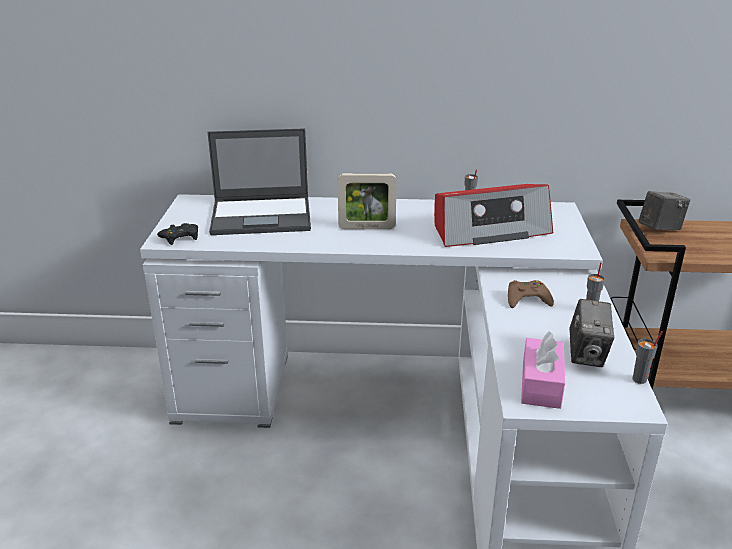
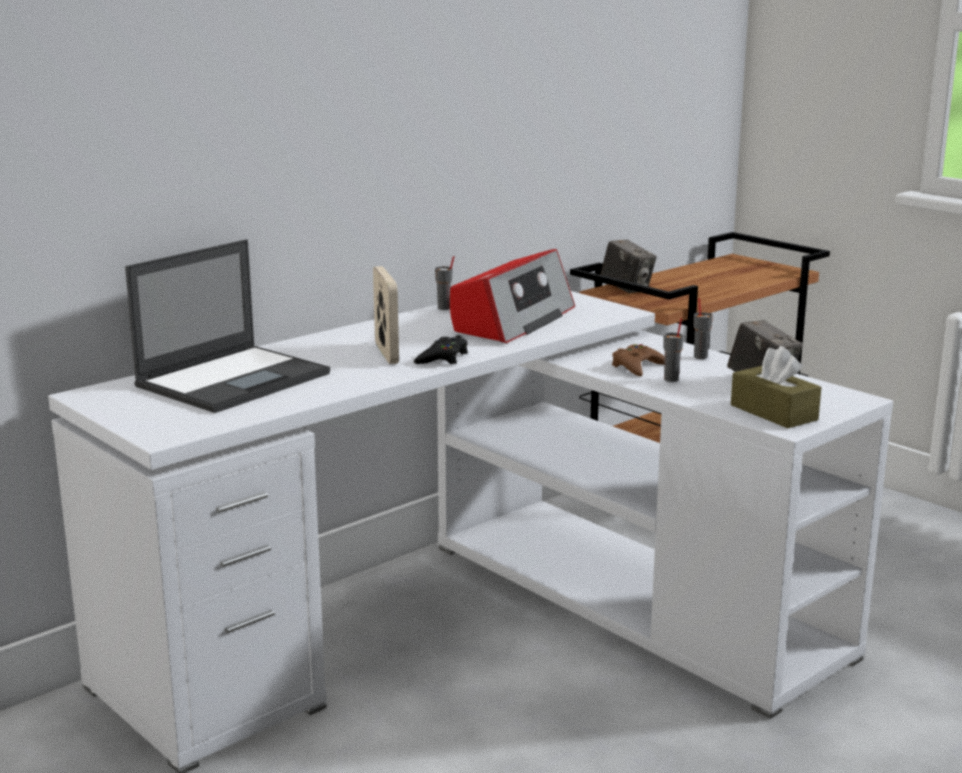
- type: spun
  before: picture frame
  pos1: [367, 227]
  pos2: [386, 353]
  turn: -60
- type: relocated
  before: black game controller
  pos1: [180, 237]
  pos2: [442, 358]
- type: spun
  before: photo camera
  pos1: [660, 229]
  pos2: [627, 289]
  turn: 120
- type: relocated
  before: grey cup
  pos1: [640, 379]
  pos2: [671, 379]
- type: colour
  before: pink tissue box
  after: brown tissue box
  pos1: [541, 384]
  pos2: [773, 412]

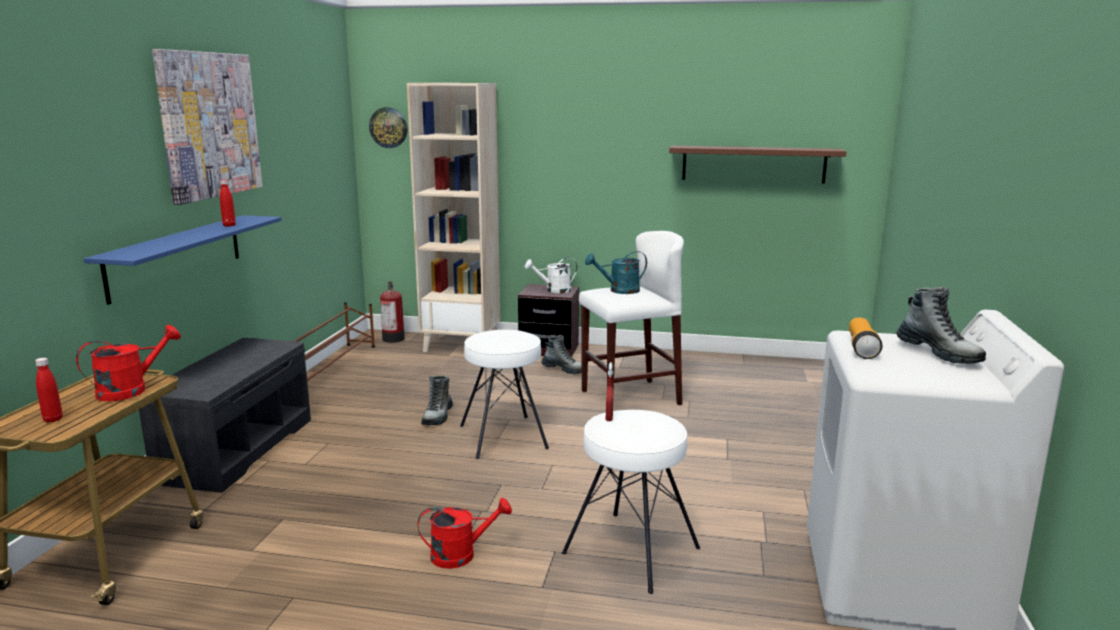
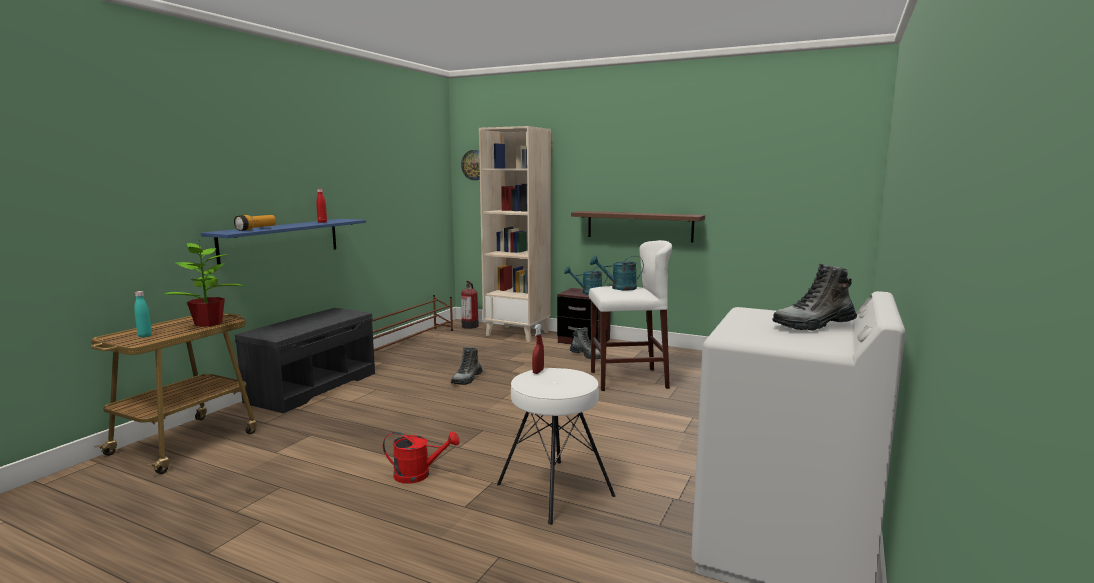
- type: colour
  before: red bottle
  after: turquoise bottle
  pos1: [53, 419]
  pos2: [145, 336]
- type: exchanged
  before: red watering can
  after: potted plant
  pos1: [131, 390]
  pos2: [208, 324]
- type: relocated
  before: flashlight
  pos1: [861, 348]
  pos2: [256, 229]
- type: colour
  before: white watering can
  after: turquoise watering can
  pos1: [554, 290]
  pos2: [588, 292]
- type: relocated
  before: brown shelf
  pos1: [753, 164]
  pos2: [639, 226]
- type: spun
  before: boot
  pos1: [938, 353]
  pos2: [814, 325]
  turn: 90
- type: missing
  before: picture
  pos1: [209, 125]
- type: missing
  before: white stool
  pos1: [504, 436]

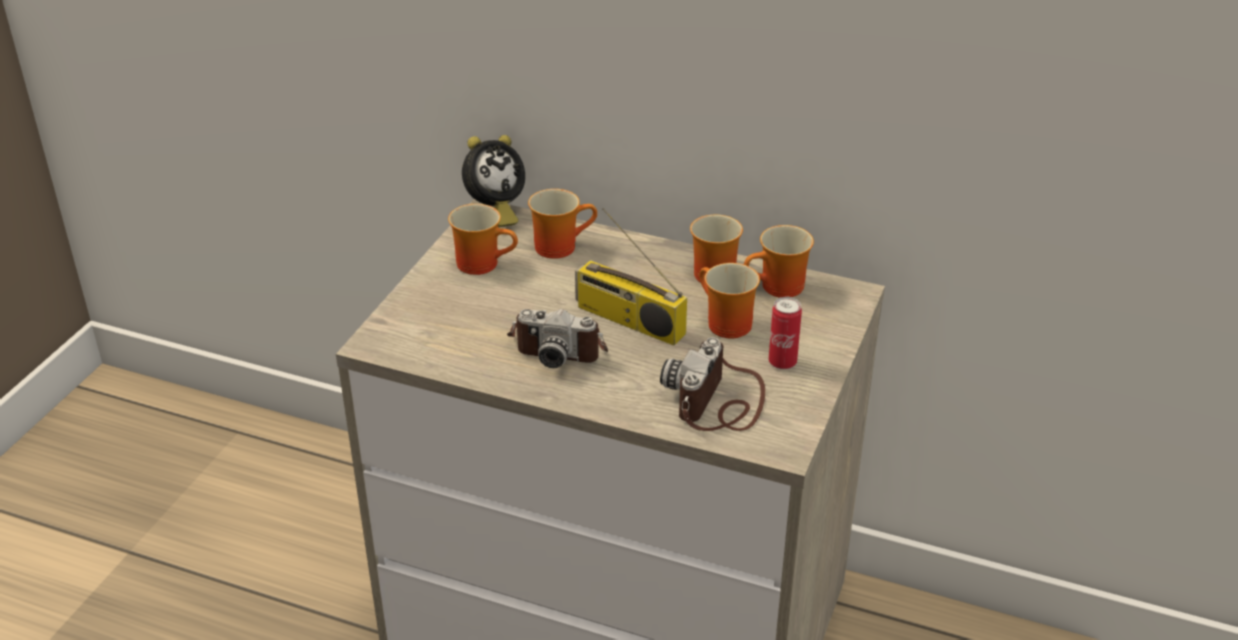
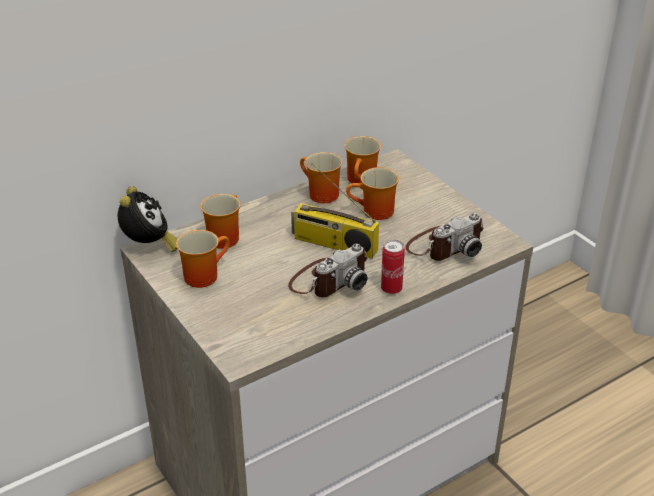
- type: spun
  before: radio
  pos1: [627, 320]
  pos2: [333, 244]
  turn: 45
- type: relocated
  before: can
  pos1: [782, 362]
  pos2: [391, 289]
- type: spun
  before: photo camera
  pos1: [719, 402]
  pos2: [444, 245]
  turn: -90

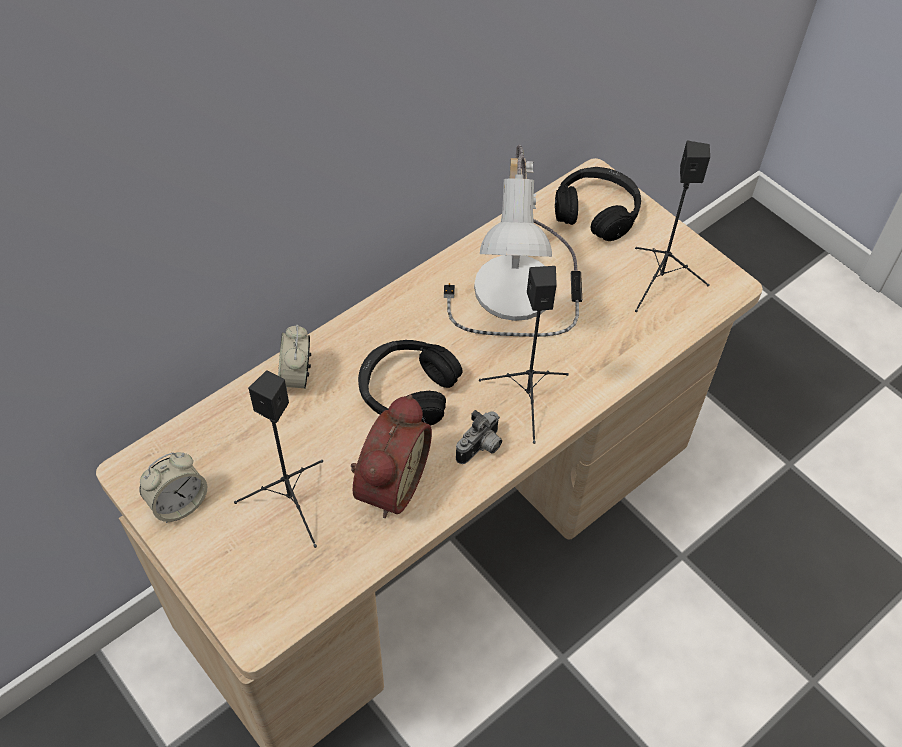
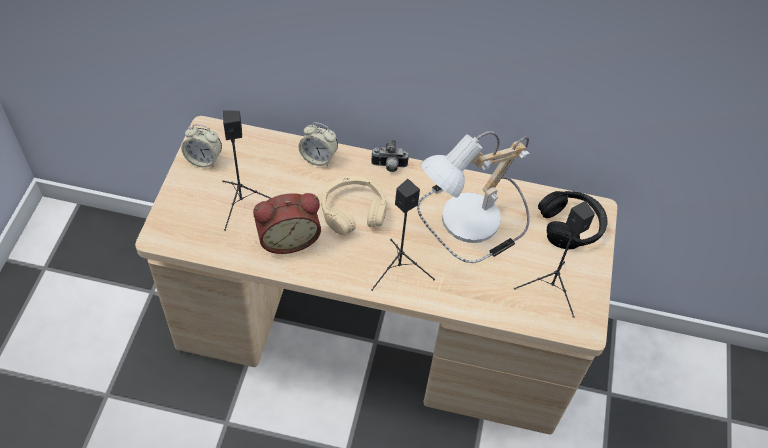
- type: spun
  before: alarm clock
  pos1: [296, 377]
  pos2: [318, 158]
  turn: -120
- type: colour
  before: black headphones
  after: beige headphones
  pos1: [407, 391]
  pos2: [353, 211]
- type: relocated
  before: photo camera
  pos1: [481, 448]
  pos2: [389, 166]

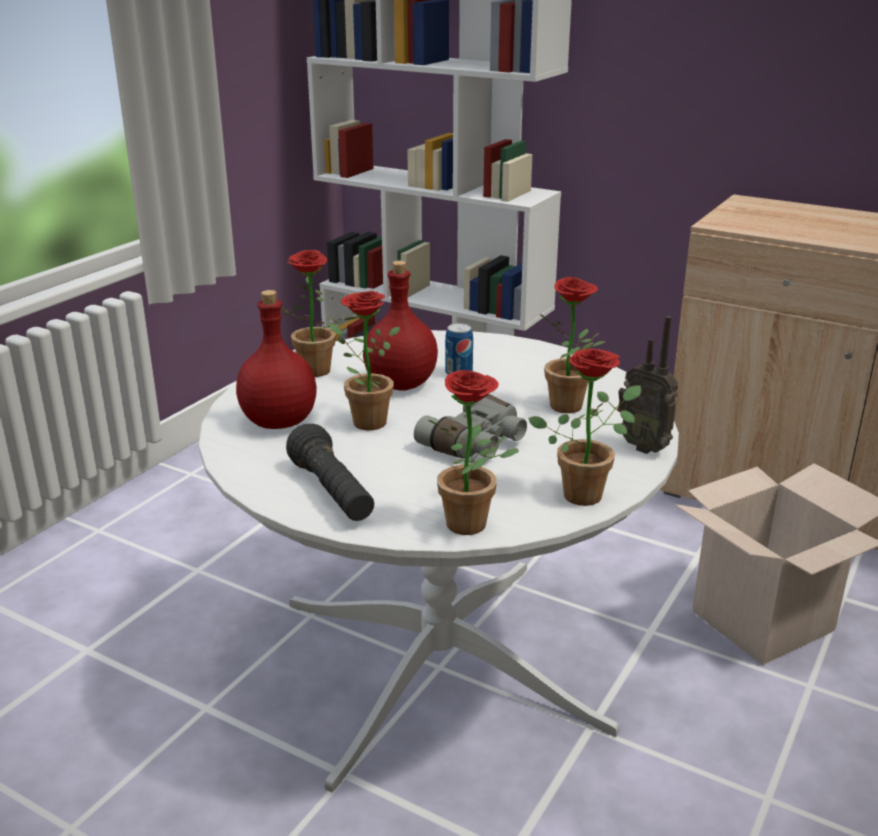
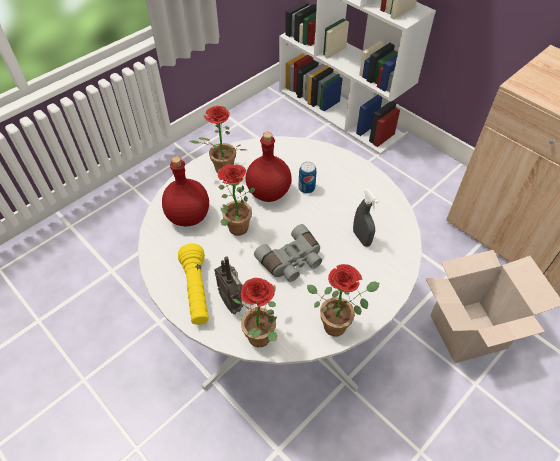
- type: colour
  before: black flashlight
  after: yellow flashlight
  pos1: [332, 493]
  pos2: [196, 291]
- type: relocated
  before: radio
  pos1: [644, 446]
  pos2: [233, 302]
- type: exchanged
  before: potted plant
  after: grey spray bottle
  pos1: [572, 408]
  pos2: [361, 238]

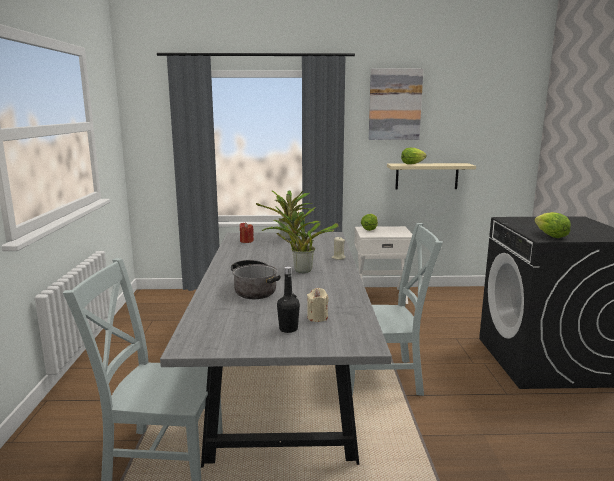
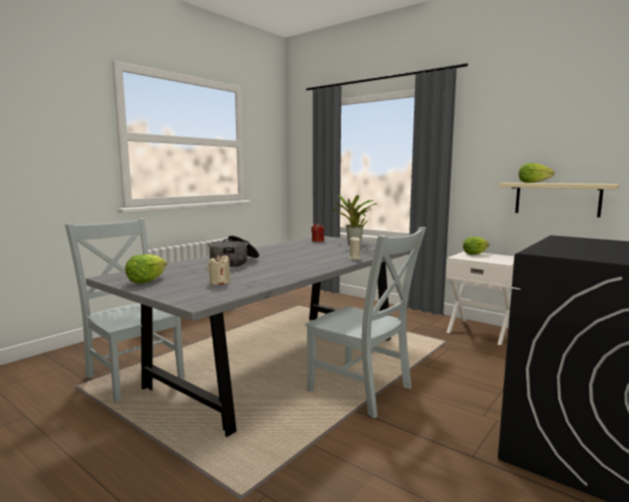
- type: relocated
  before: lettuce
  pos1: [550, 236]
  pos2: [146, 281]
- type: missing
  before: potted plant
  pos1: [300, 270]
- type: missing
  before: black bottle
  pos1: [288, 329]
- type: missing
  before: picture
  pos1: [395, 104]

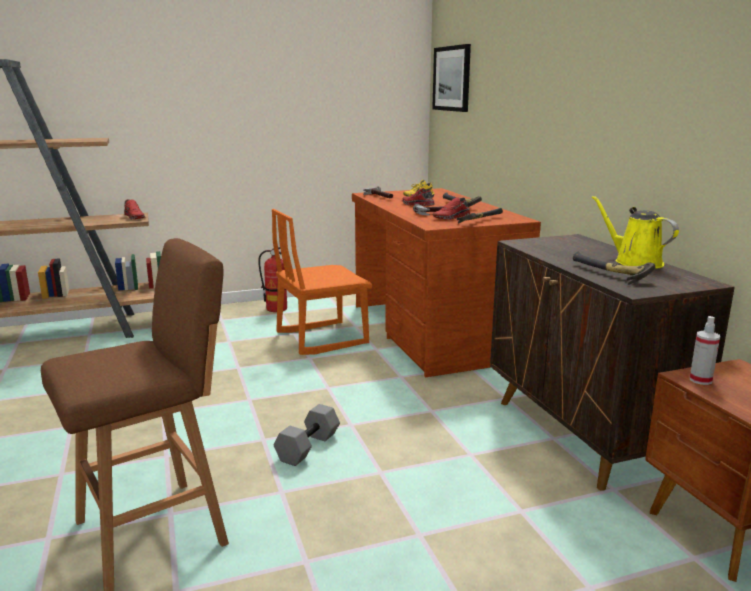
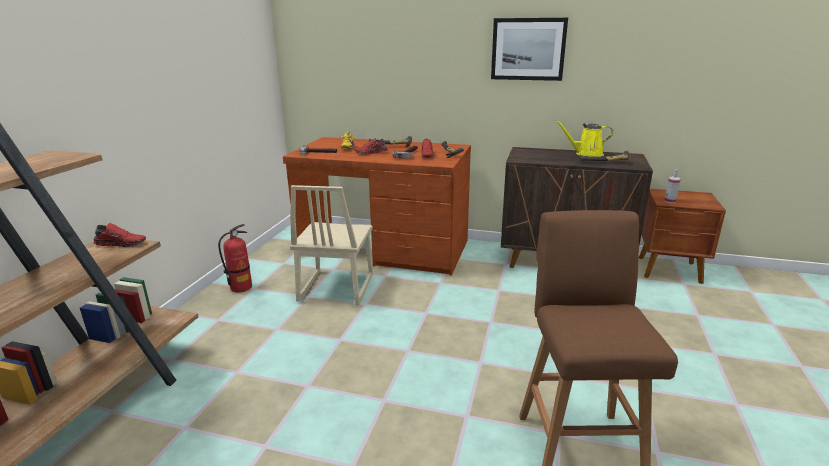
- type: colour
  before: orange chair
  after: beige chair
  pos1: [321, 338]
  pos2: [335, 288]
- type: relocated
  before: picture
  pos1: [452, 78]
  pos2: [528, 49]
- type: missing
  before: grey dumbbell
  pos1: [308, 448]

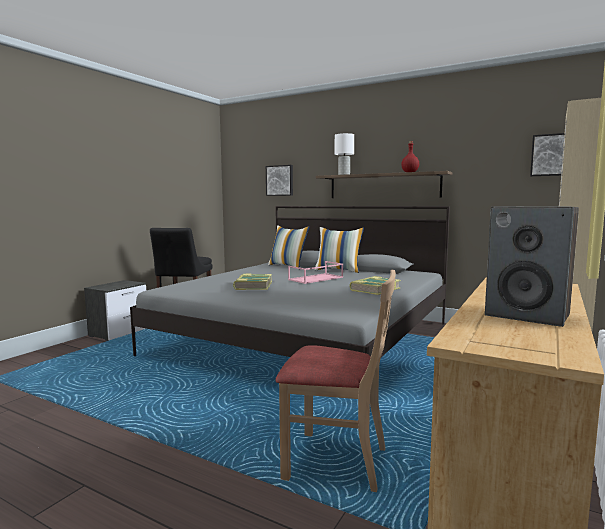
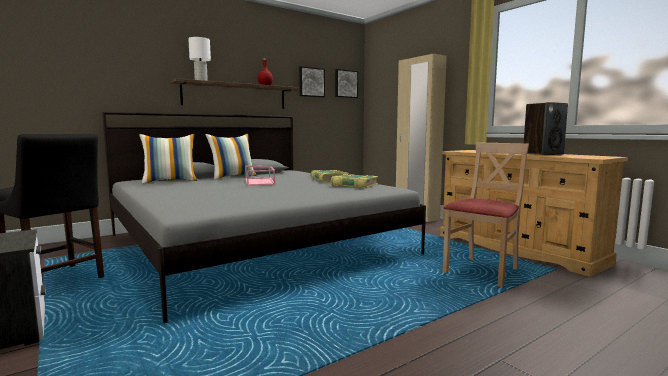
- type: relocated
  before: picture
  pos1: [280, 180]
  pos2: [311, 82]
- type: relocated
  before: book
  pos1: [253, 286]
  pos2: [354, 185]

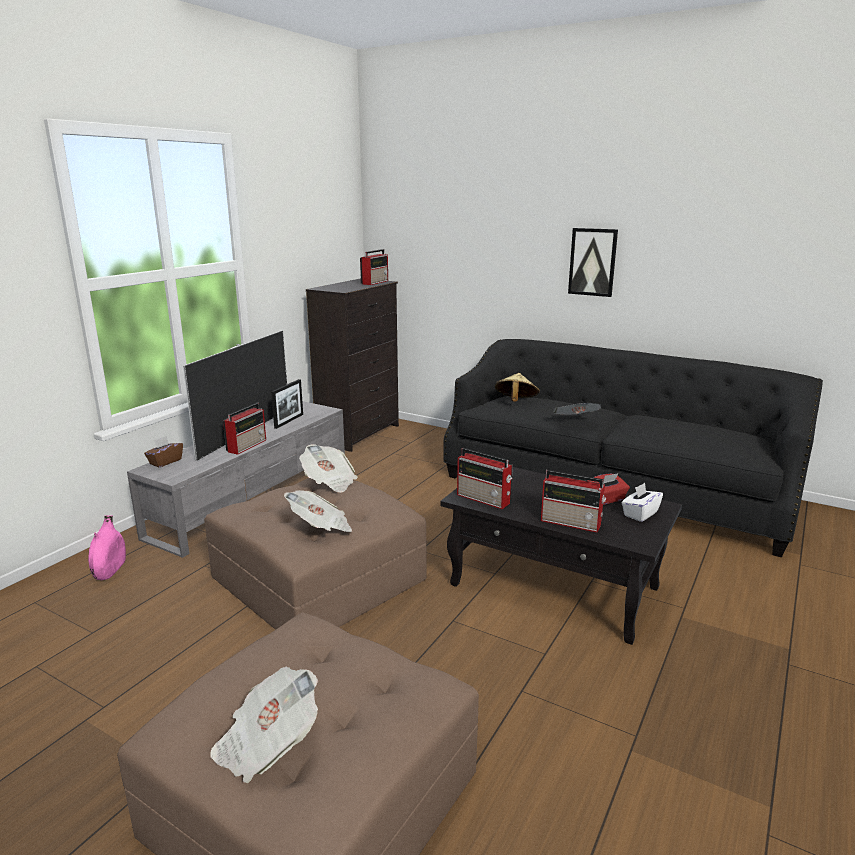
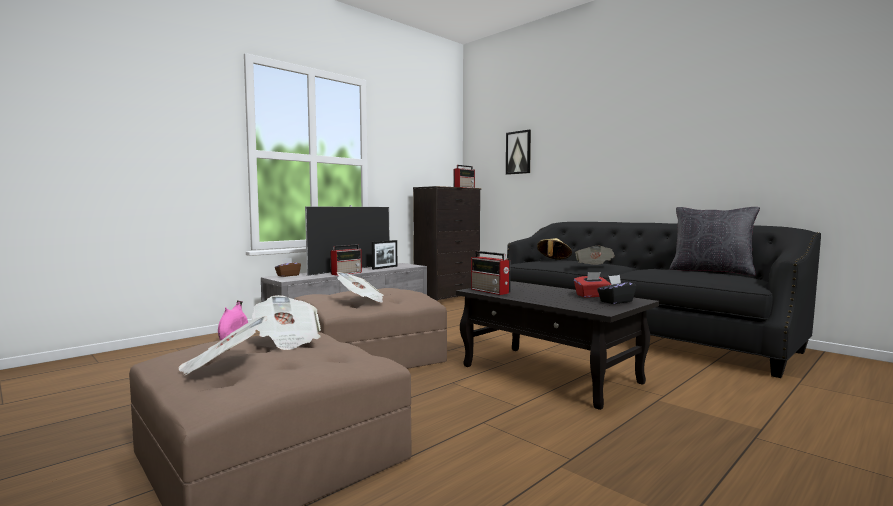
- type: relocated
  before: newspaper
  pos1: [329, 482]
  pos2: [287, 340]
- type: relocated
  before: picture
  pos1: [592, 262]
  pos2: [518, 152]
- type: colour
  before: white tissue box
  after: black tissue box
  pos1: [640, 514]
  pos2: [615, 301]
- type: appeared
  after: black pillow
  pos2: [711, 271]
- type: missing
  before: radio
  pos1: [572, 522]

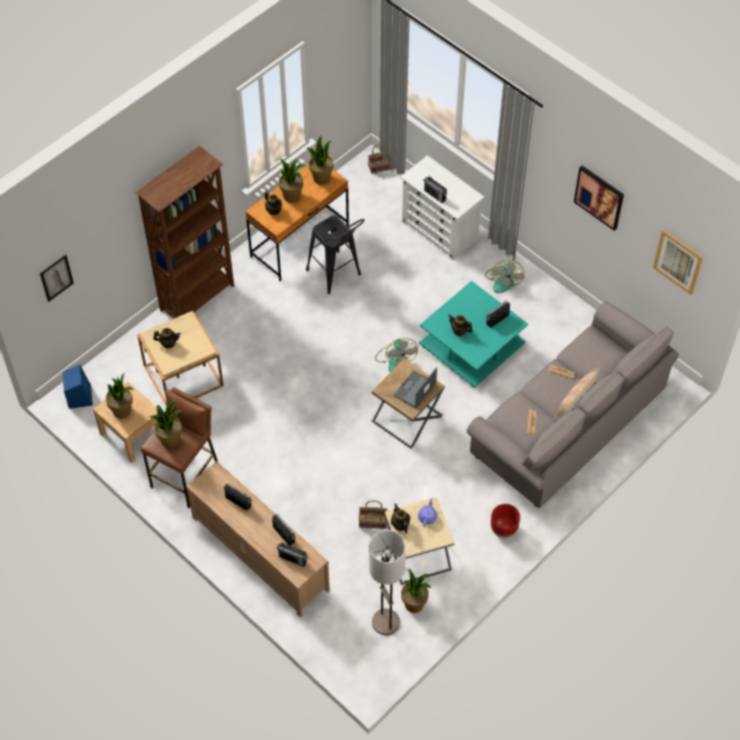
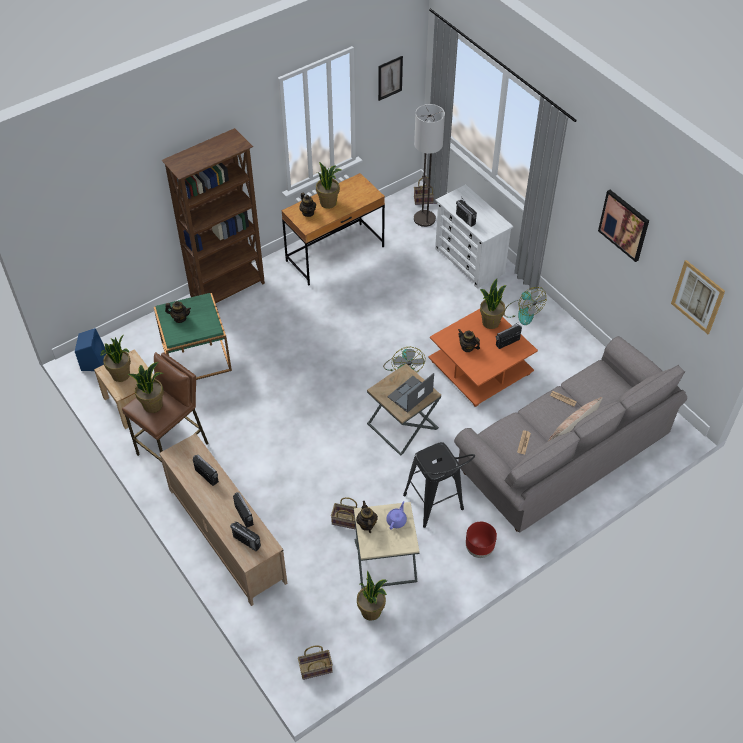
- type: colour
  before: beige side table
  after: green side table
  pos1: [183, 375]
  pos2: [196, 356]
- type: appeared
  after: basket
  pos2: [315, 669]
- type: relocated
  before: picture
  pos1: [56, 278]
  pos2: [390, 78]
- type: relocated
  before: black stool
  pos1: [336, 276]
  pos2: [436, 507]
- type: relocated
  before: floor lamp
  pos1: [386, 622]
  pos2: [424, 219]
- type: colour
  before: turquoise coffee table
  after: orange coffee table
  pos1: [472, 347]
  pos2: [480, 369]
- type: relocated
  before: potted plant
  pos1: [321, 178]
  pos2: [490, 322]
- type: spun
  before: fan
  pos1: [503, 280]
  pos2: [522, 312]
  turn: -45

